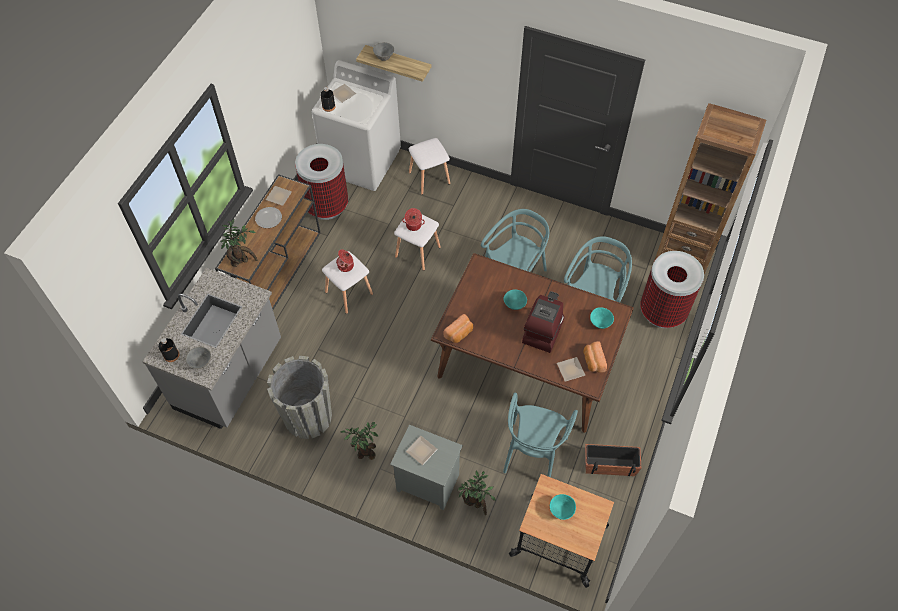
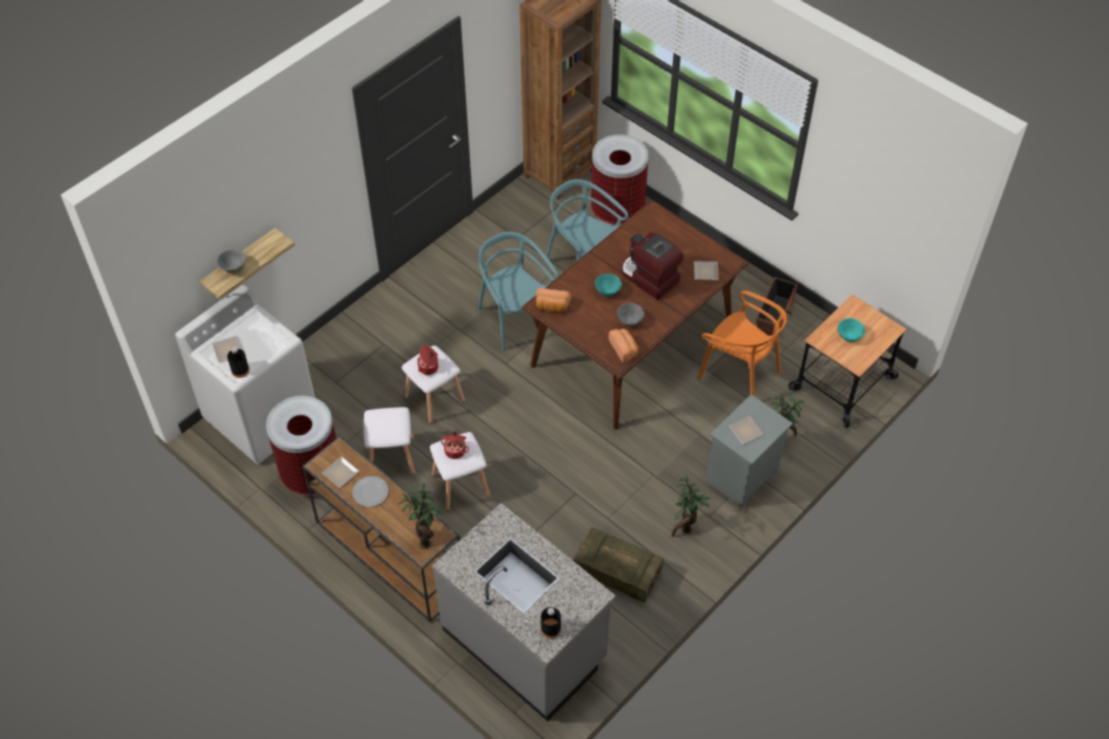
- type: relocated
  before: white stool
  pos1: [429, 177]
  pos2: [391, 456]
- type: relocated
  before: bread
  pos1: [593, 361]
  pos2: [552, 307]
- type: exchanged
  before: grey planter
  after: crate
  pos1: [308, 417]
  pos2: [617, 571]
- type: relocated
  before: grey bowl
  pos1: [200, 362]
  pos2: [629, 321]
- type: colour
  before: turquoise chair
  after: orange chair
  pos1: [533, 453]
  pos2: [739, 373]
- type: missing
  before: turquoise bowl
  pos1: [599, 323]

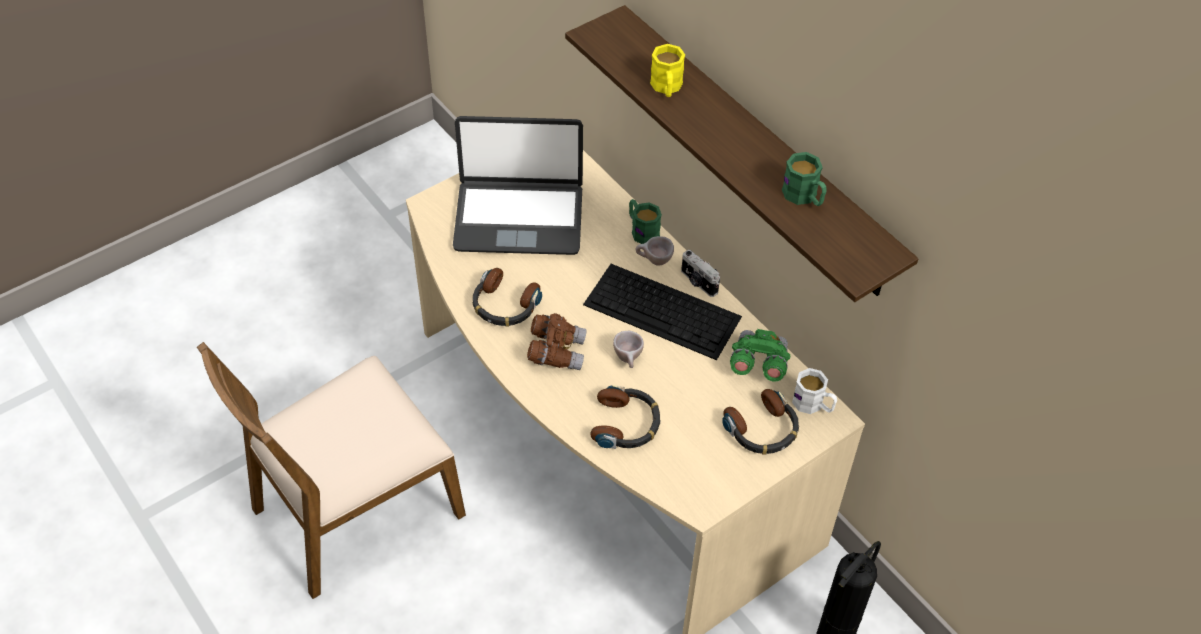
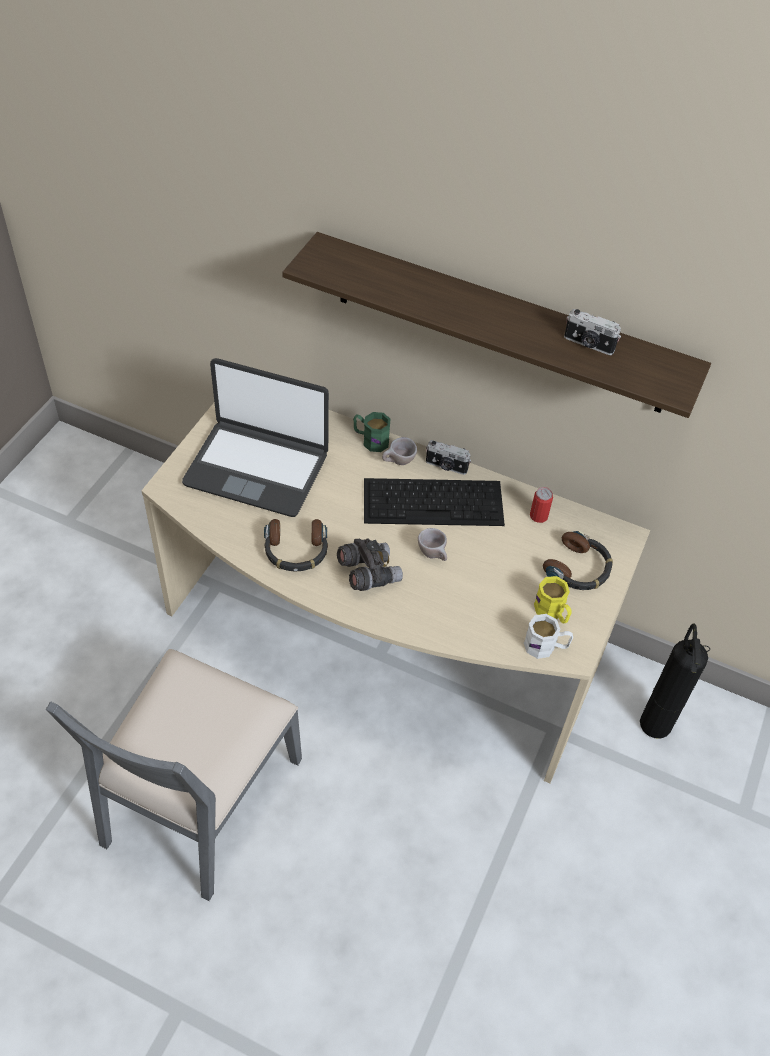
- type: colour
  before: brown chair
  after: grey chair
  pos1: [355, 509]
  pos2: [198, 800]
- type: spun
  before: laptop
  pos1: [519, 217]
  pos2: [257, 468]
  turn: 45
- type: colour
  before: brown binoculars
  after: grey binoculars
  pos1: [556, 351]
  pos2: [368, 573]
- type: relocated
  before: white mug
  pos1: [813, 405]
  pos2: [546, 647]
- type: exchanged
  before: green binoculars
  after: can
  pos1: [758, 364]
  pos2: [538, 516]
- type: relocated
  before: yellow mug
  pos1: [666, 88]
  pos2: [552, 612]
- type: exchanged
  before: green mug
  after: photo camera
  pos1: [804, 197]
  pos2: [588, 344]
- type: missing
  before: headphones
  pos1: [626, 424]

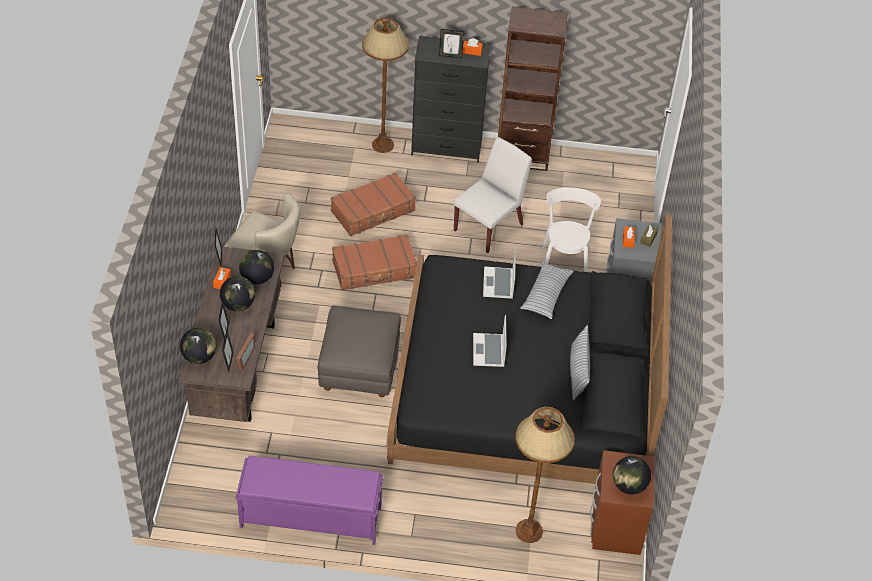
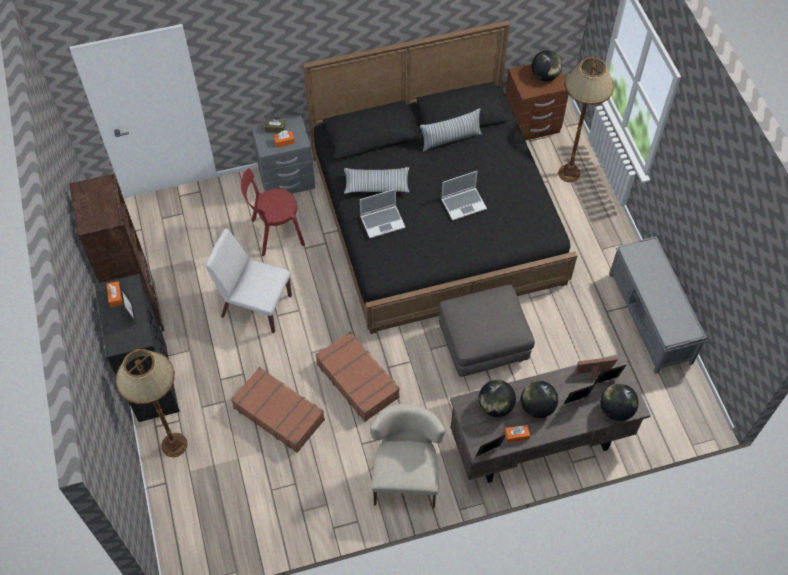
- type: colour
  before: white chair
  after: red chair
  pos1: [564, 263]
  pos2: [275, 233]
- type: colour
  before: purple bench
  after: grey bench
  pos1: [310, 517]
  pos2: [650, 318]

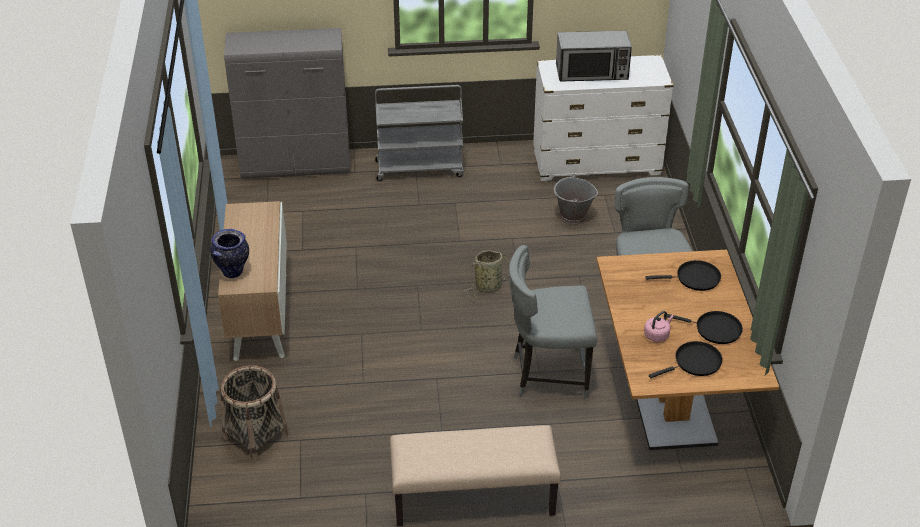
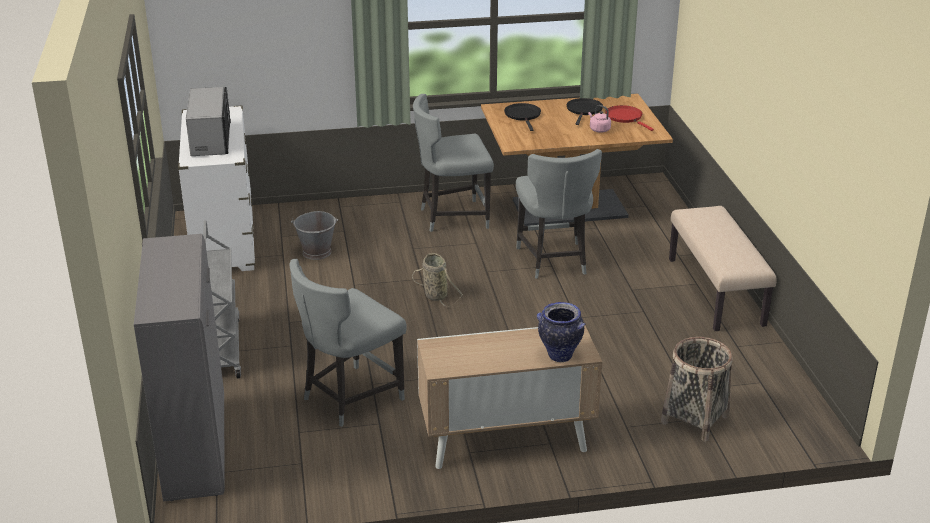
- type: appeared
  after: grey chair
  pos2: [350, 398]
- type: colour
  before: black frying pan
  after: red frying pan
  pos1: [695, 363]
  pos2: [625, 117]

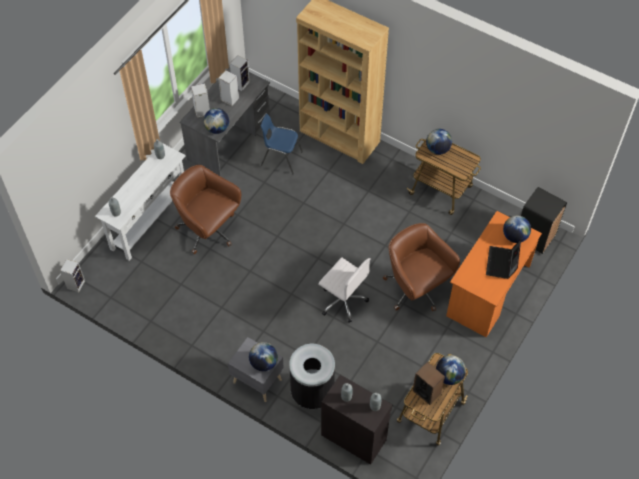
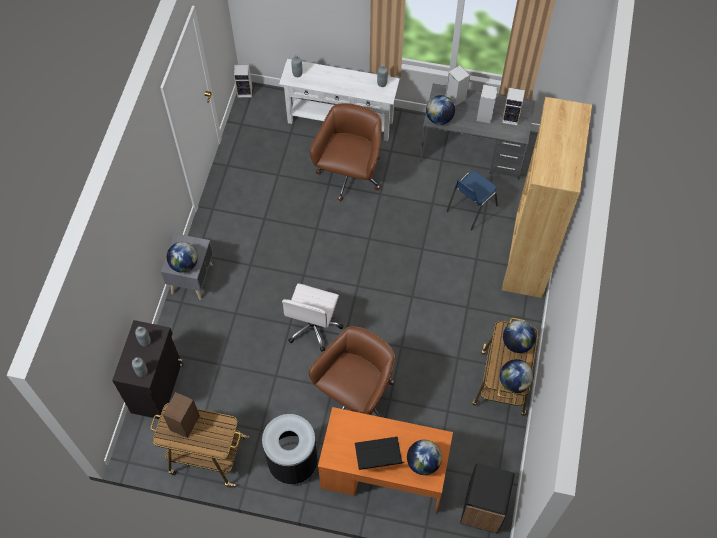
- type: relocated
  before: black trash can
  pos1: [312, 392]
  pos2: [292, 463]
- type: spun
  before: blue chair
  pos1: [281, 158]
  pos2: [470, 208]
  turn: -135
- type: relocated
  before: globe
  pos1: [449, 376]
  pos2: [514, 382]

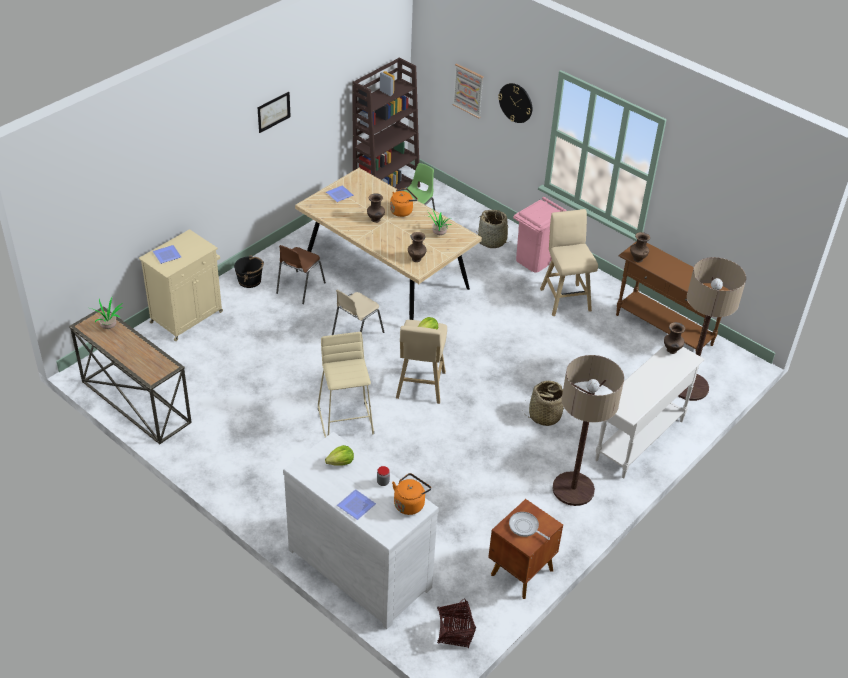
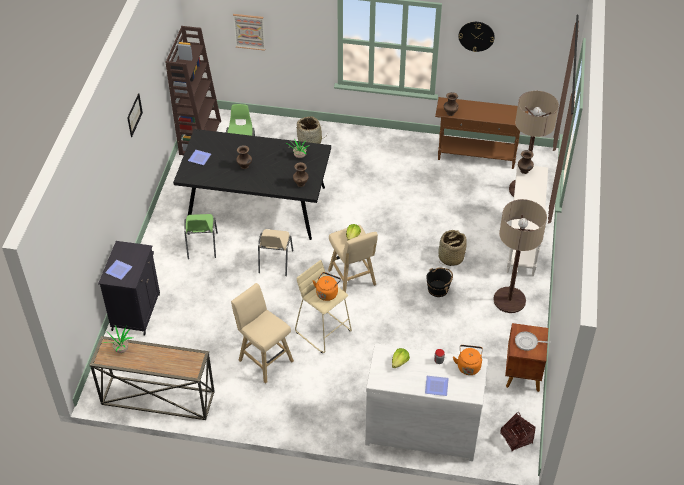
- type: colour
  before: beige cabinet
  after: black cabinet
  pos1: [188, 316]
  pos2: [136, 311]
- type: colour
  before: beige dining table
  after: black dining table
  pos1: [385, 275]
  pos2: [256, 205]
- type: colour
  before: brown chair
  after: green chair
  pos1: [300, 288]
  pos2: [202, 246]
- type: relocated
  before: beige stool
  pos1: [564, 298]
  pos2: [264, 359]
- type: relocated
  before: orange kettle
  pos1: [402, 211]
  pos2: [327, 293]
- type: relocated
  before: black bucket
  pos1: [250, 280]
  pos2: [438, 289]
- type: relocated
  before: wall clock
  pos1: [516, 102]
  pos2: [476, 36]
- type: missing
  before: pink trash can
  pos1: [535, 260]

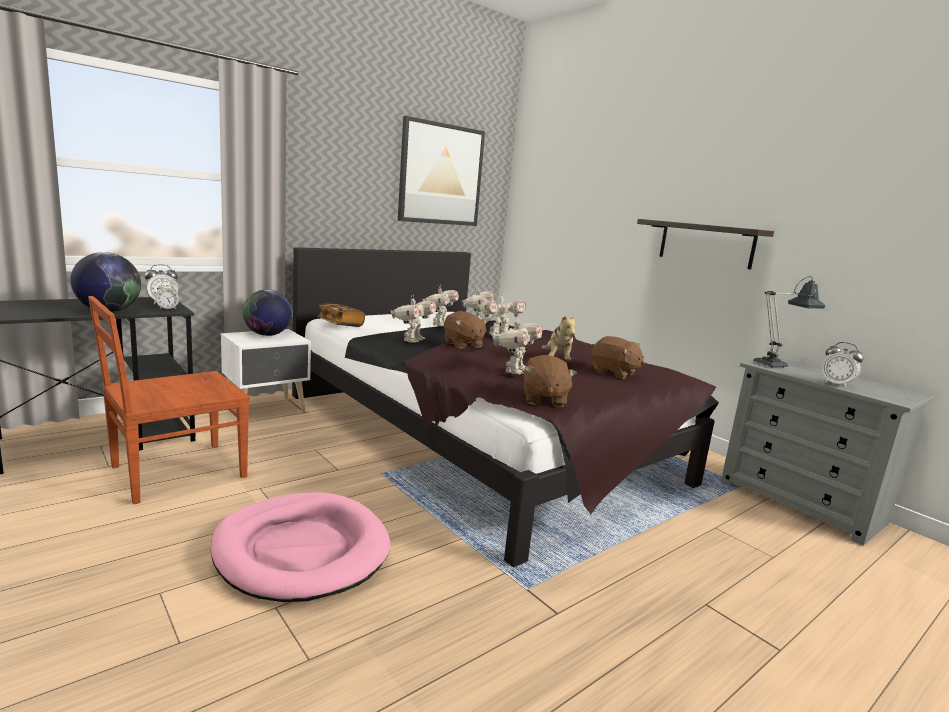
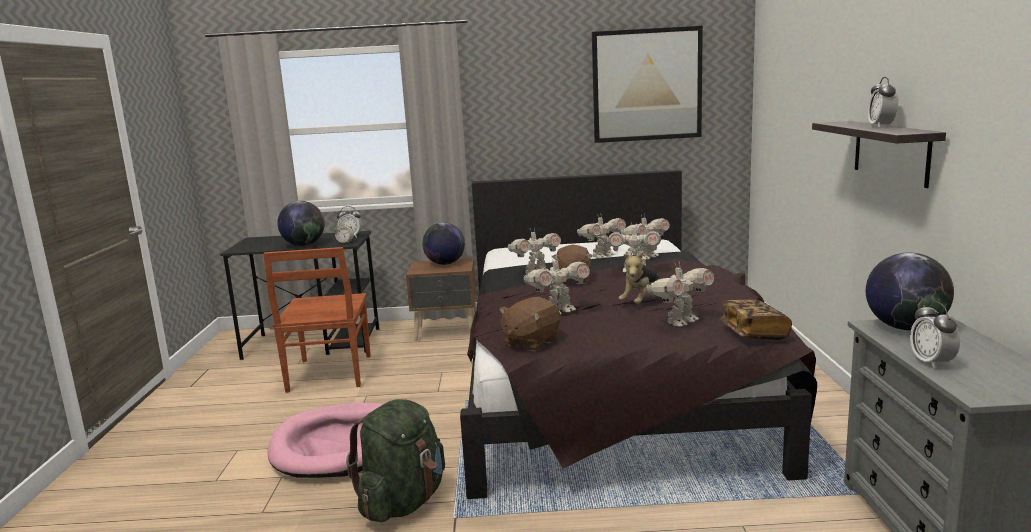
- type: spun
  before: brown chair
  pos1: [175, 472]
  pos2: [329, 374]
  turn: -90
- type: appeared
  after: green backpack
  pos2: [403, 502]
- type: colour
  before: white nightstand
  after: brown nightstand
  pos1: [267, 410]
  pos2: [447, 332]
- type: exchanged
  before: brown plush toy
  after: toy robot
  pos1: [614, 373]
  pos2: [680, 322]
- type: relocated
  before: book
  pos1: [340, 324]
  pos2: [753, 333]
- type: exchanged
  before: table lamp
  after: globe
  pos1: [775, 364]
  pos2: [905, 327]
- type: appeared
  after: alarm clock
  pos2: [881, 126]

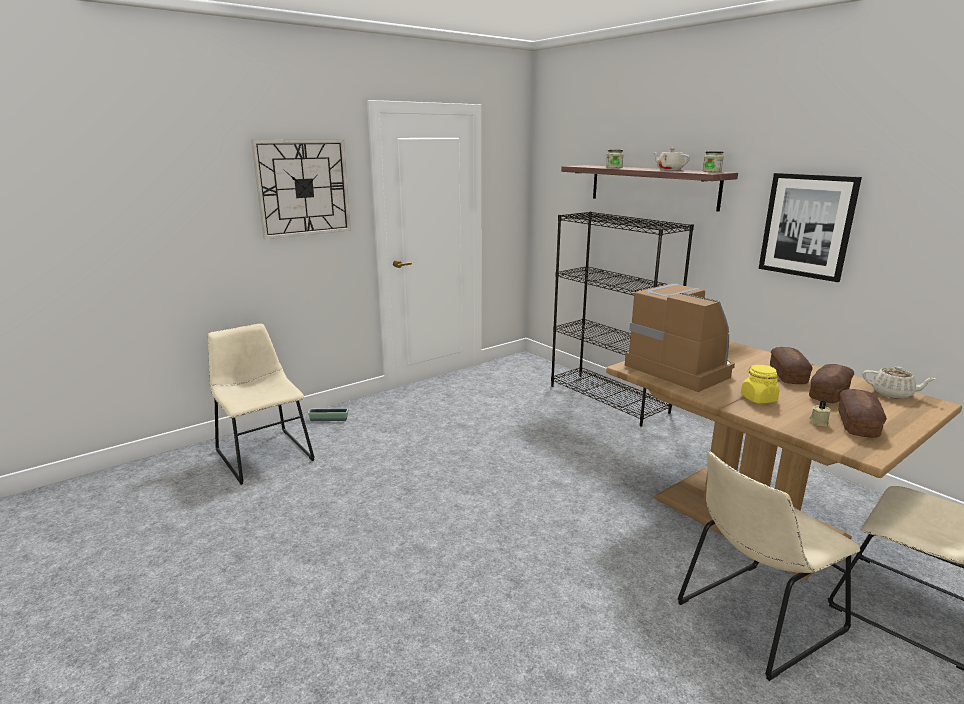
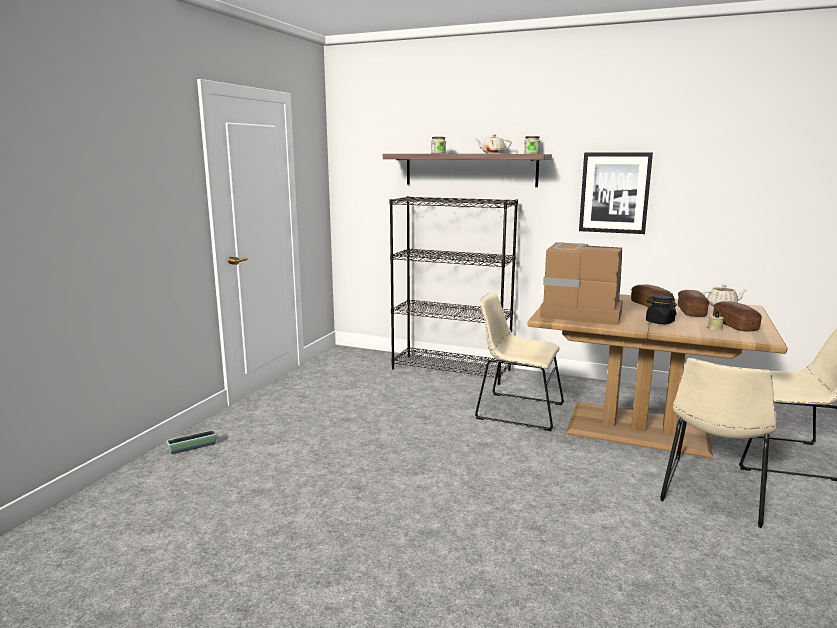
- type: relocated
  before: beige chair
  pos1: [263, 453]
  pos2: [516, 410]
- type: colour
  before: yellow jar
  after: black jar
  pos1: [758, 398]
  pos2: [659, 322]
- type: missing
  before: wall clock
  pos1: [303, 188]

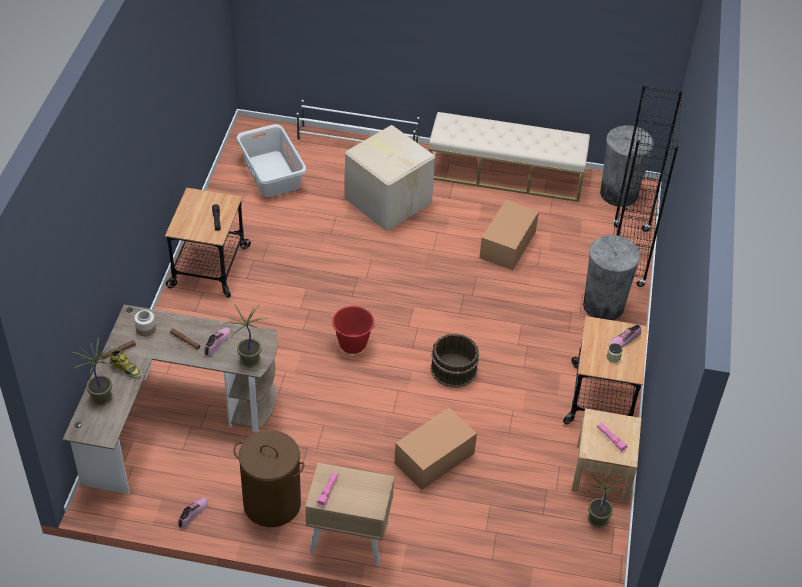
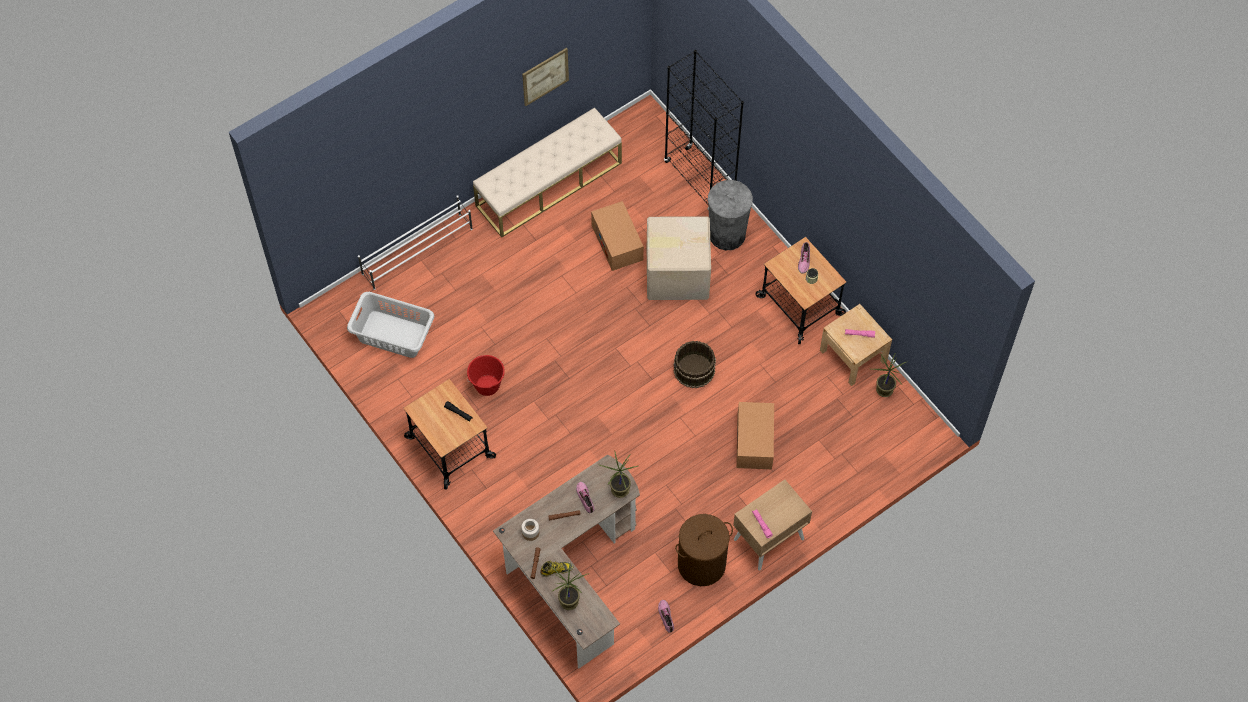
- type: relocated
  before: red bucket
  pos1: [352, 344]
  pos2: [487, 386]
- type: appeared
  after: picture
  pos2: [545, 76]
- type: relocated
  before: cardboard box
  pos1: [388, 200]
  pos2: [676, 273]
- type: missing
  before: grey trash can
  pos1: [619, 193]

